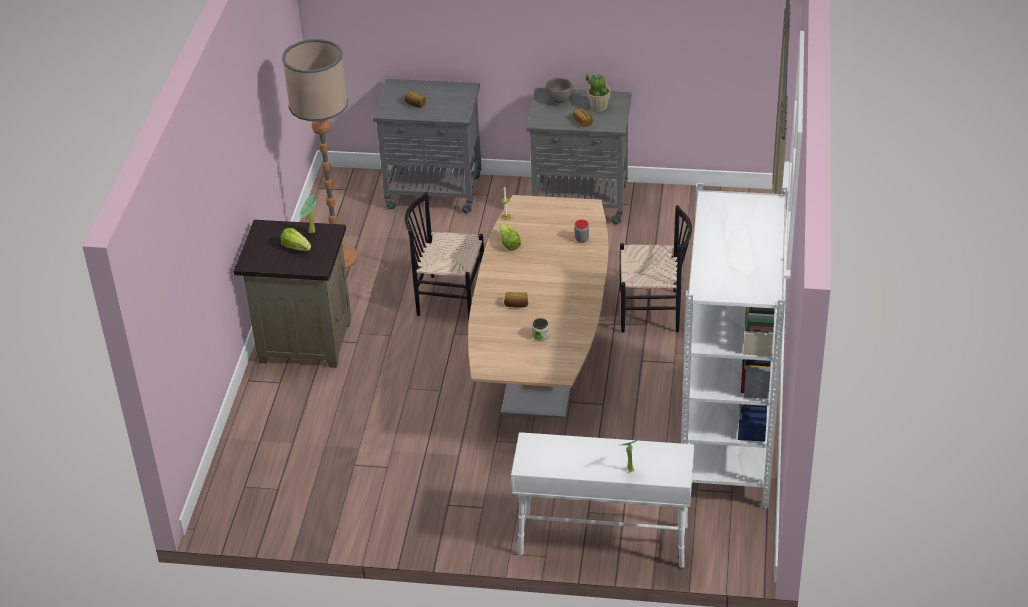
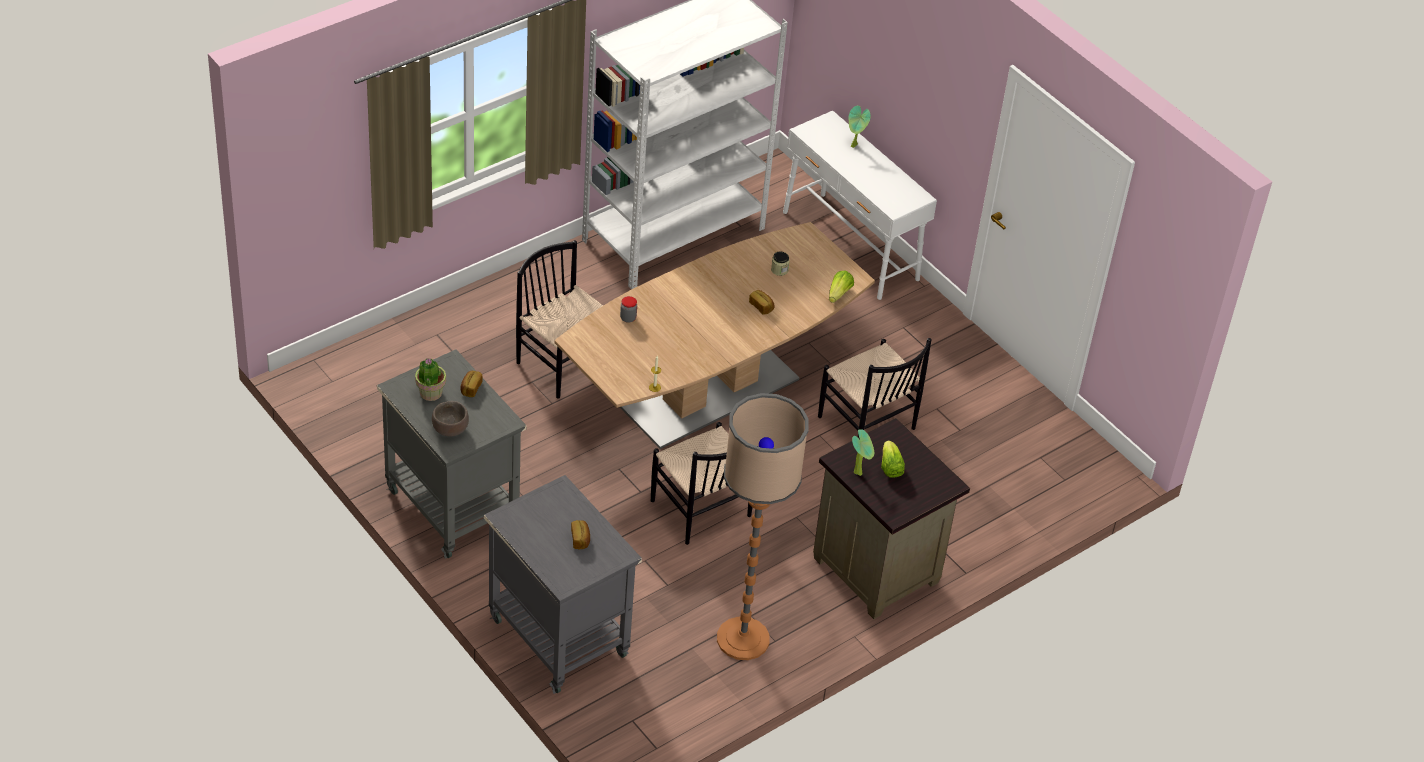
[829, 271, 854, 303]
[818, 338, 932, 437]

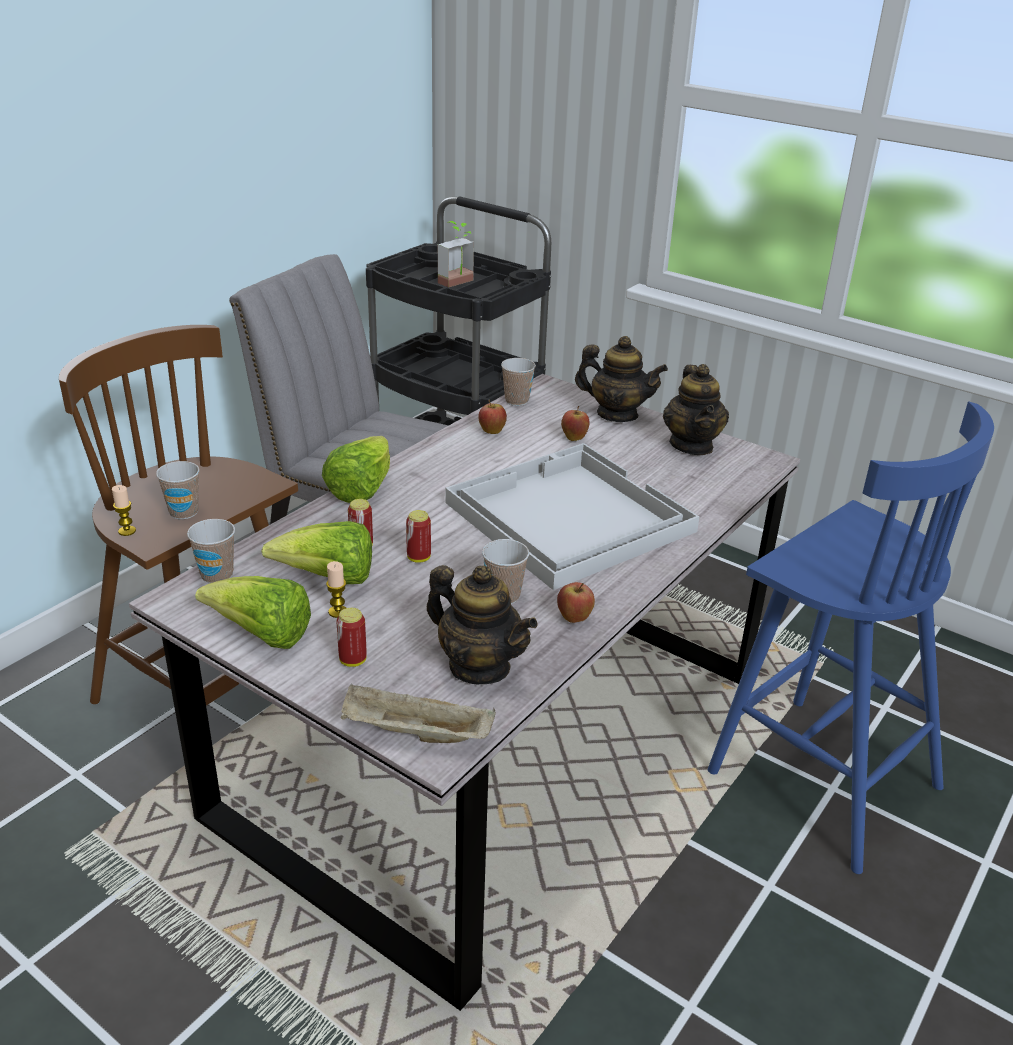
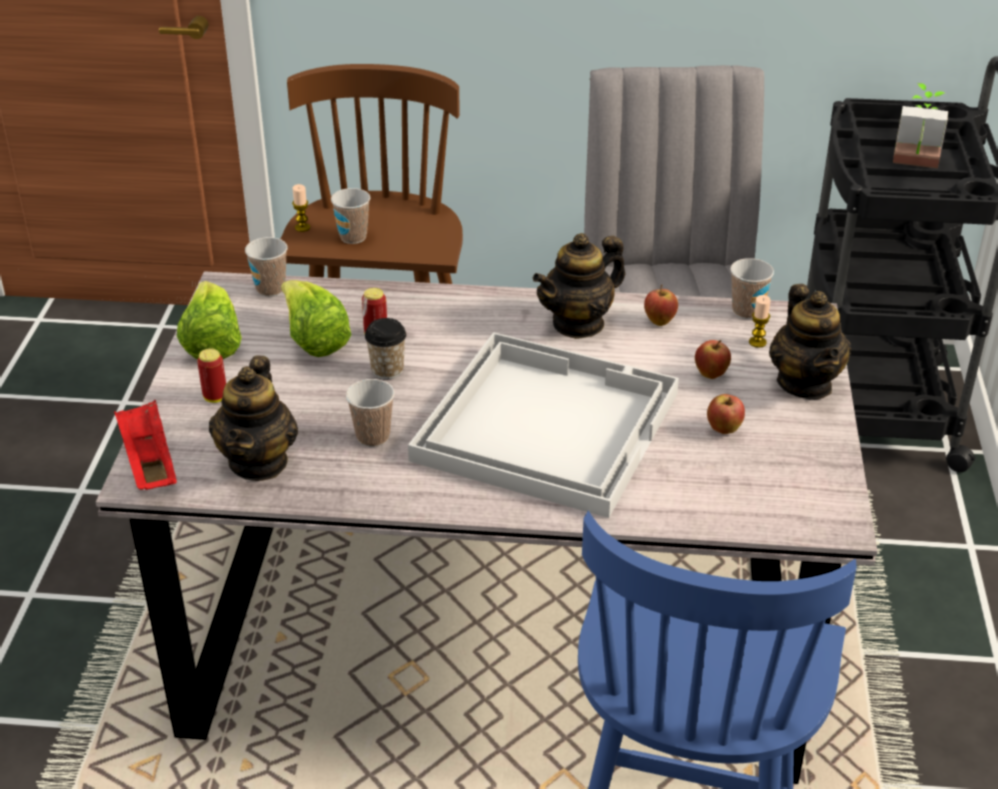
[533, 233, 625, 339]
[322, 436, 390, 503] (first image)
[365, 318, 406, 379]
[749, 295, 771, 348]
[707, 394, 745, 434]
[114, 400, 177, 490]

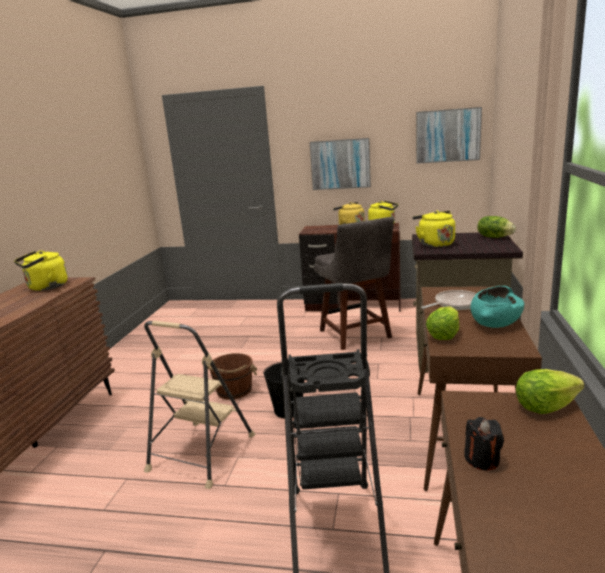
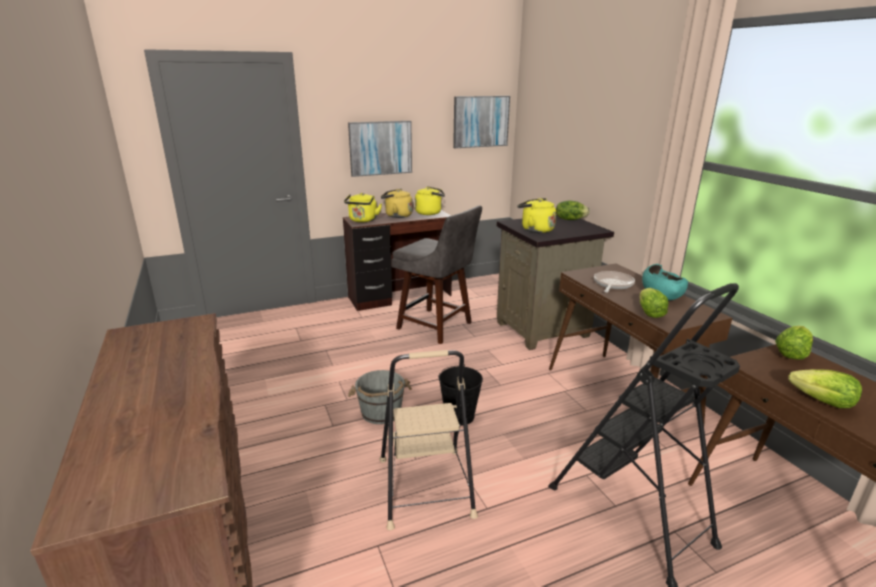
[344, 193, 382, 222]
[348, 370, 412, 424]
[788, 369, 862, 408]

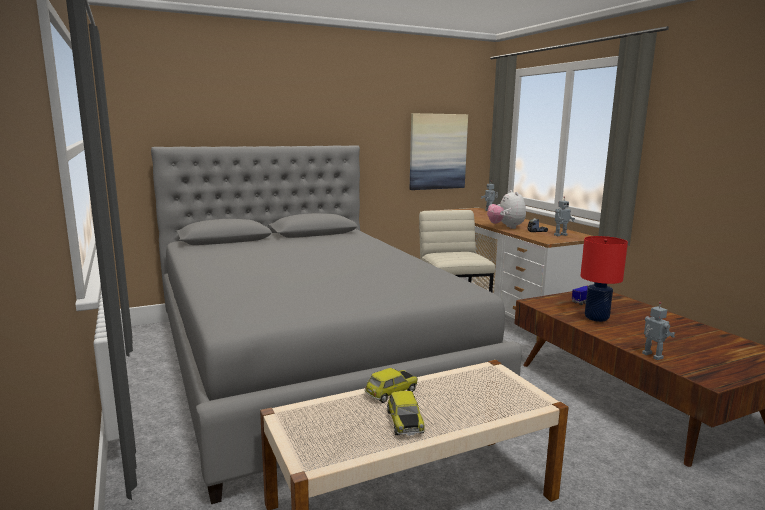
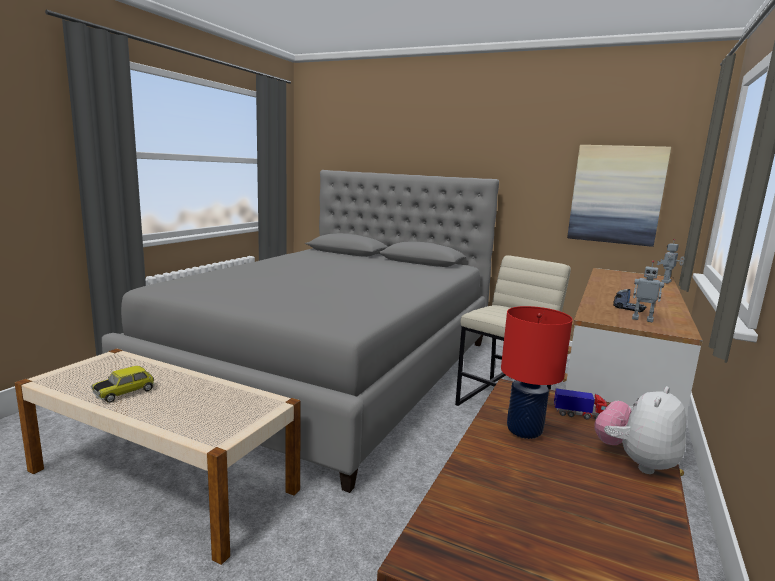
[594, 386, 686, 474]
[642, 302, 675, 360] (first image)
[364, 368, 418, 403] (first image)

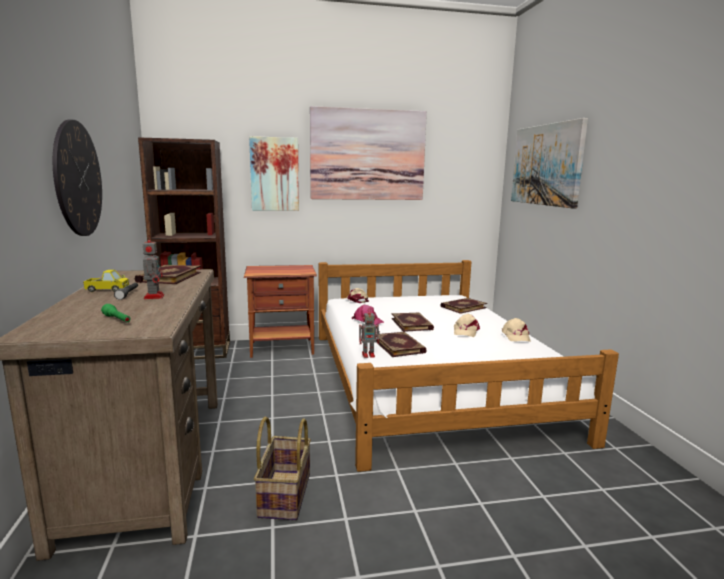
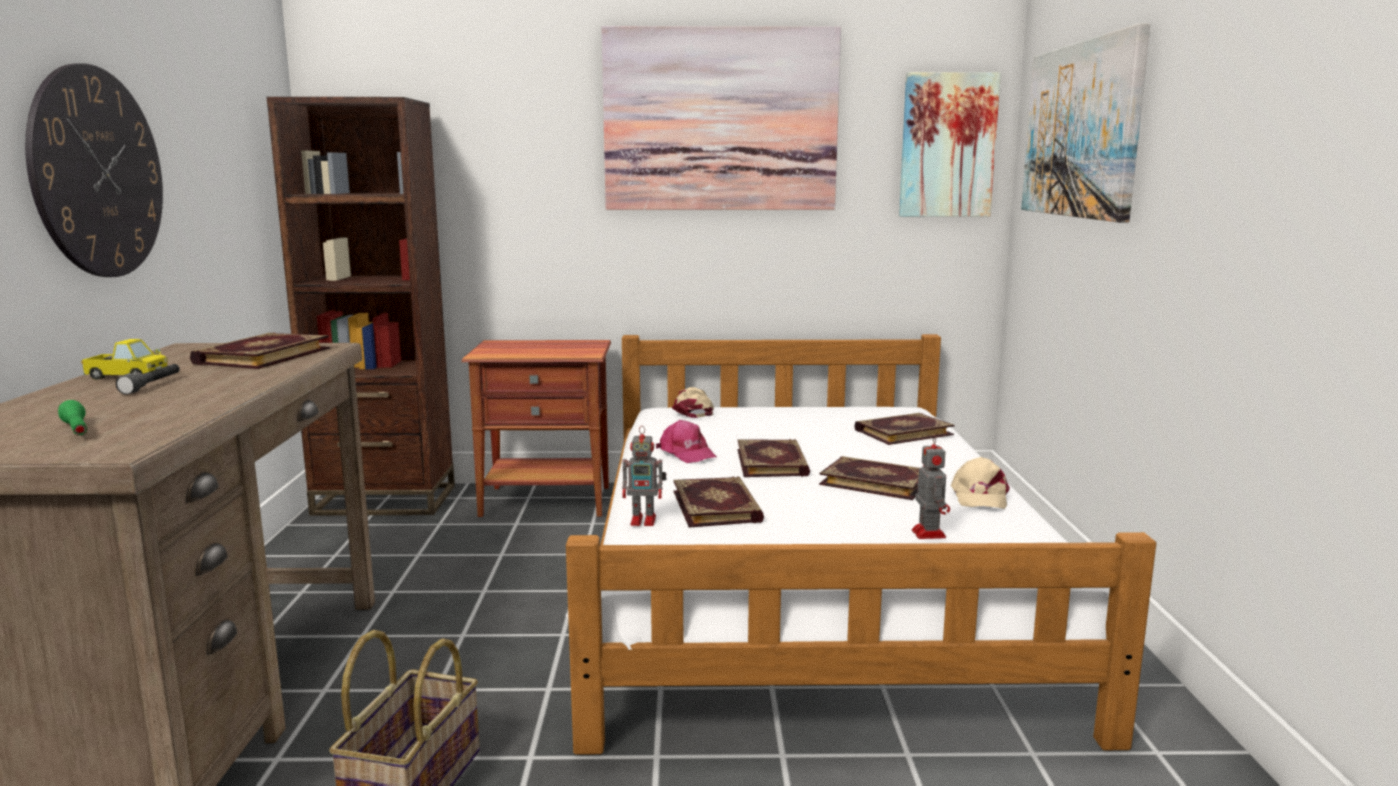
[899, 72, 1001, 217]
[912, 435, 950, 539]
[819, 456, 919, 500]

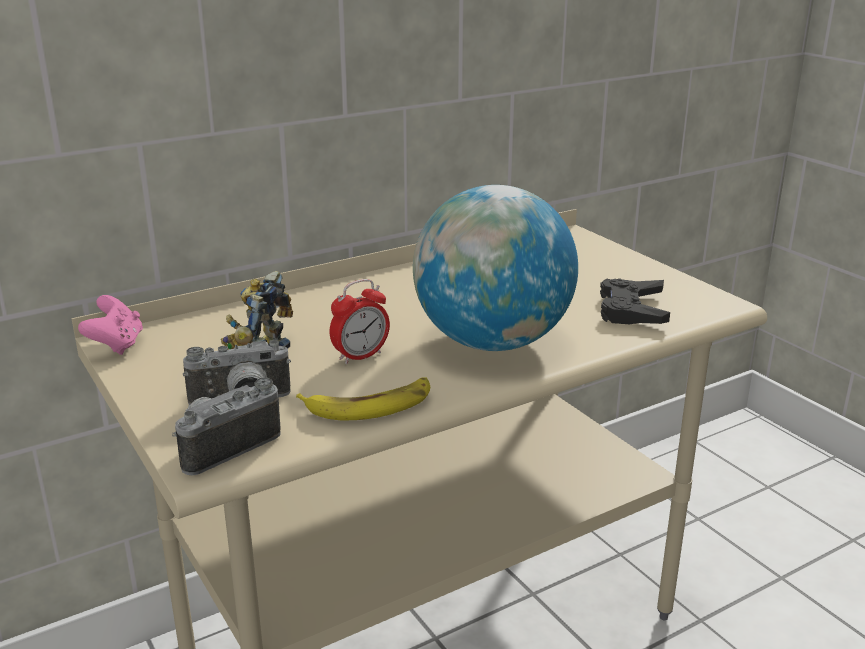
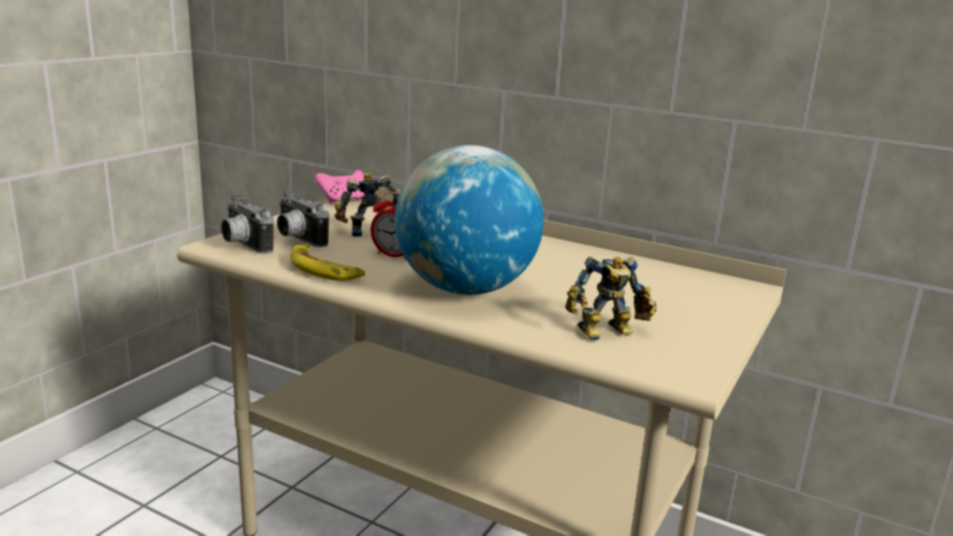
[565, 256, 657, 340]
[221, 195, 274, 254]

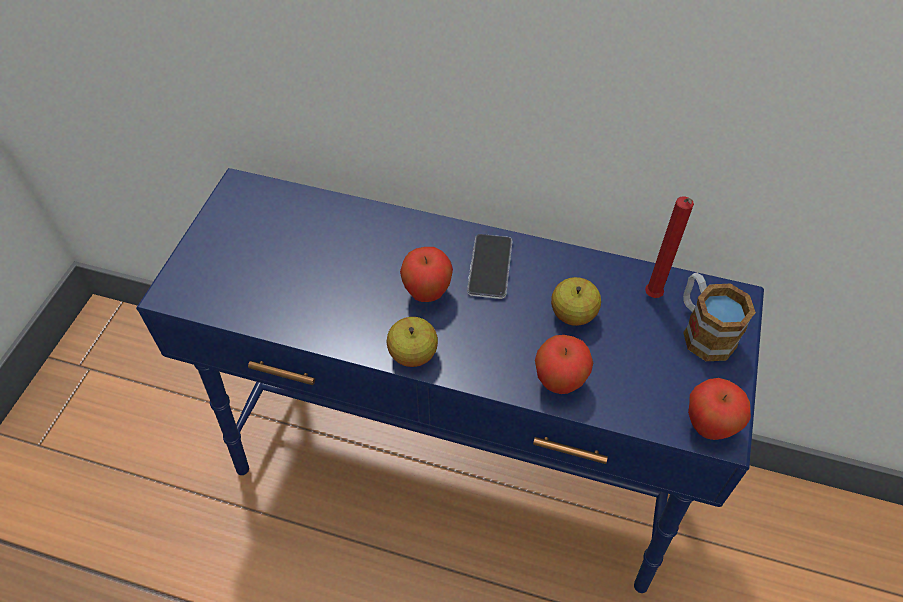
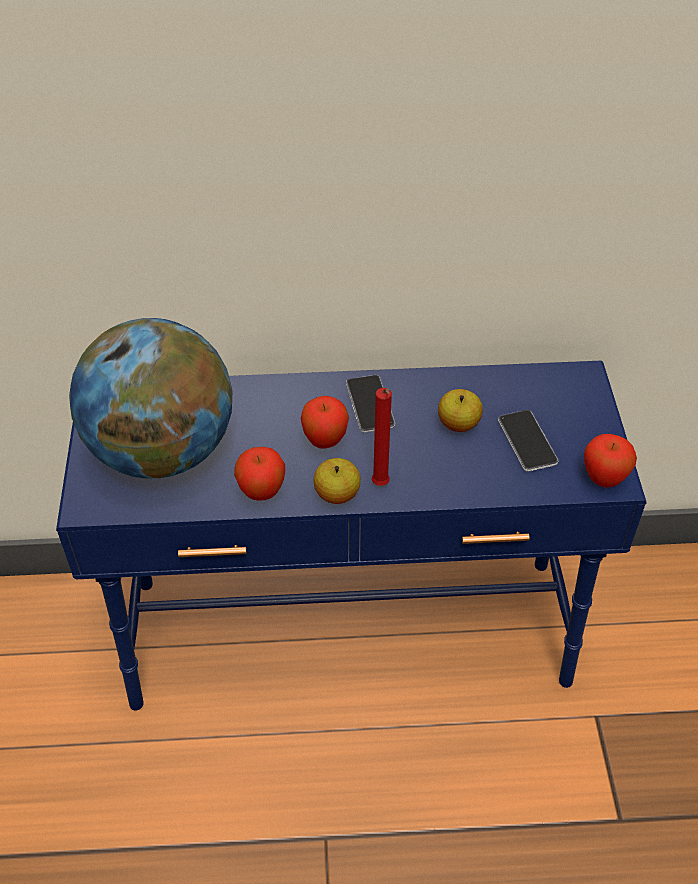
[372, 388, 392, 486]
[683, 273, 756, 361] (first image)
[234, 447, 285, 501]
[69, 318, 232, 478]
[498, 410, 558, 472]

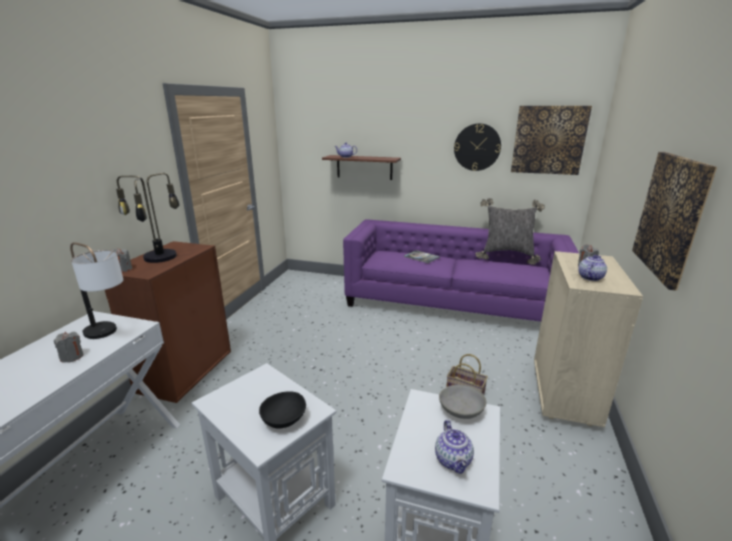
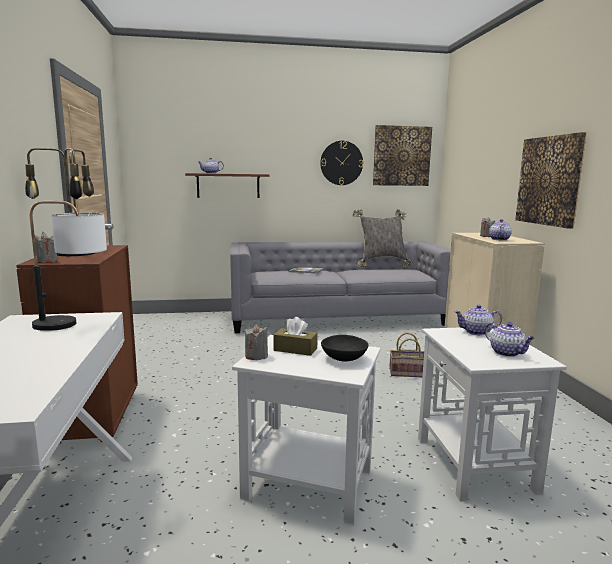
[230, 241, 451, 333]
[245, 324, 268, 360]
[454, 305, 502, 336]
[273, 317, 318, 356]

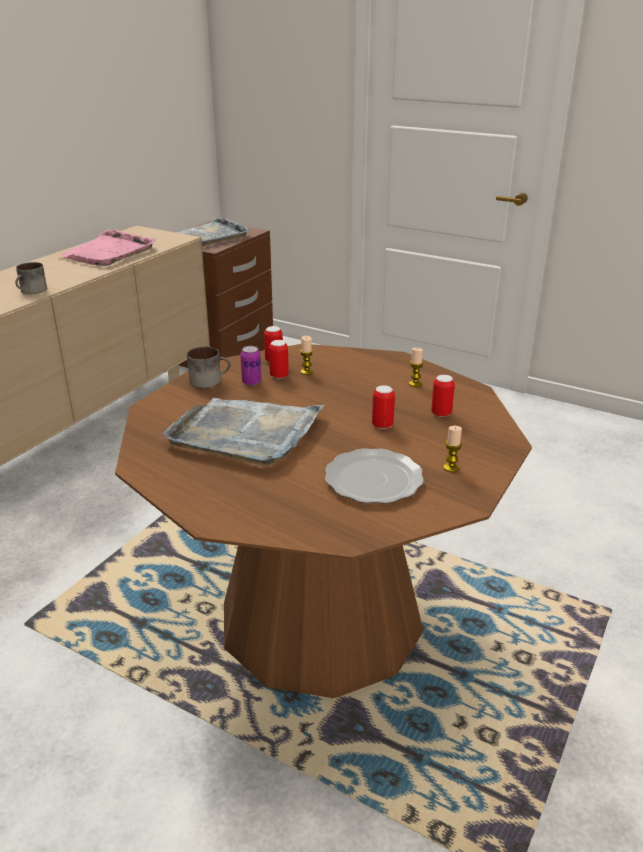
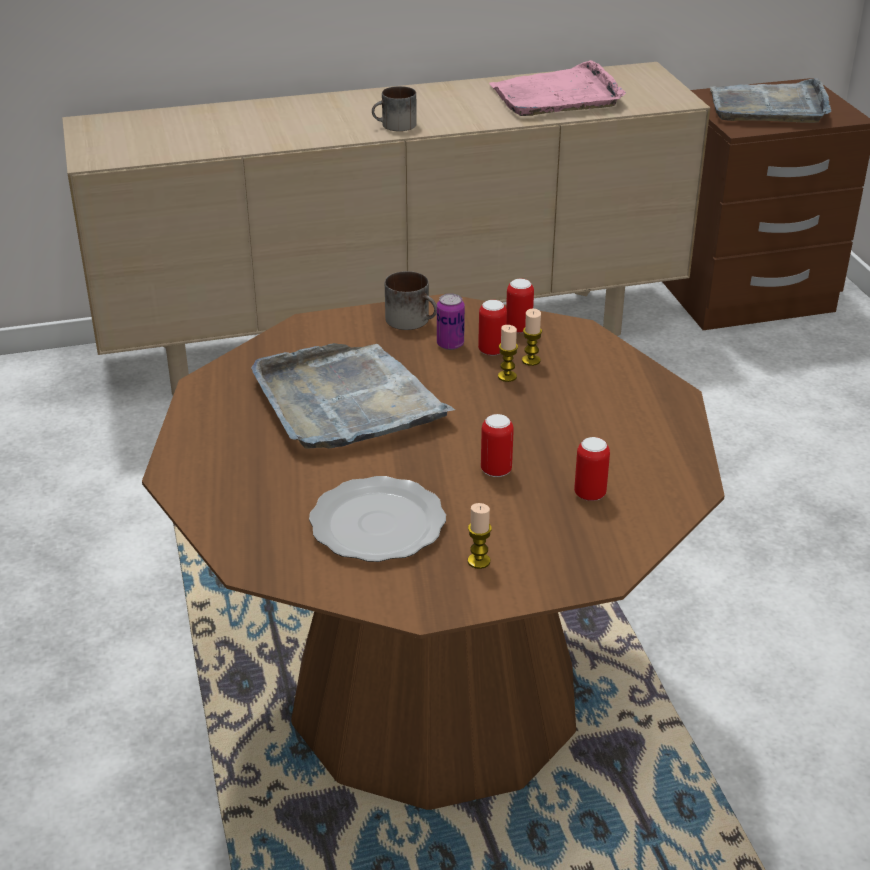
[498, 325, 518, 382]

